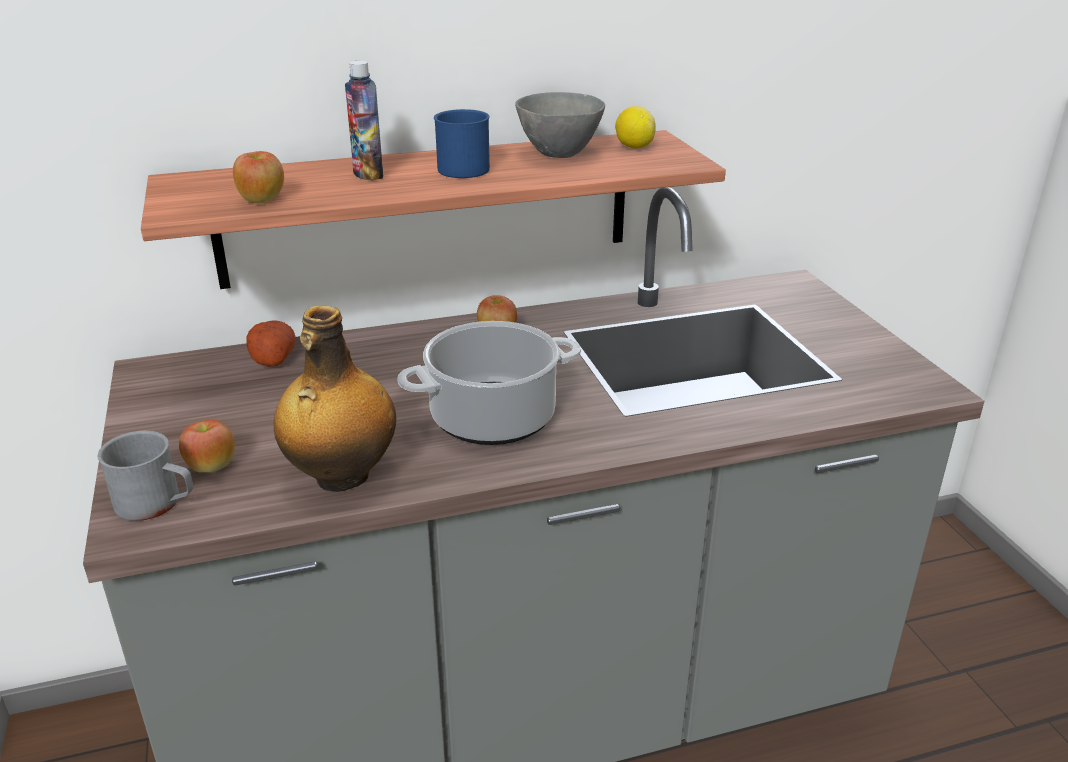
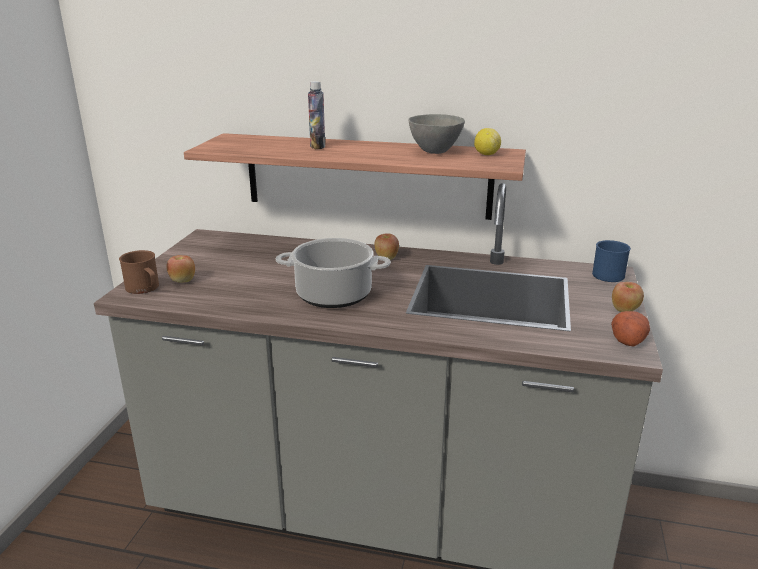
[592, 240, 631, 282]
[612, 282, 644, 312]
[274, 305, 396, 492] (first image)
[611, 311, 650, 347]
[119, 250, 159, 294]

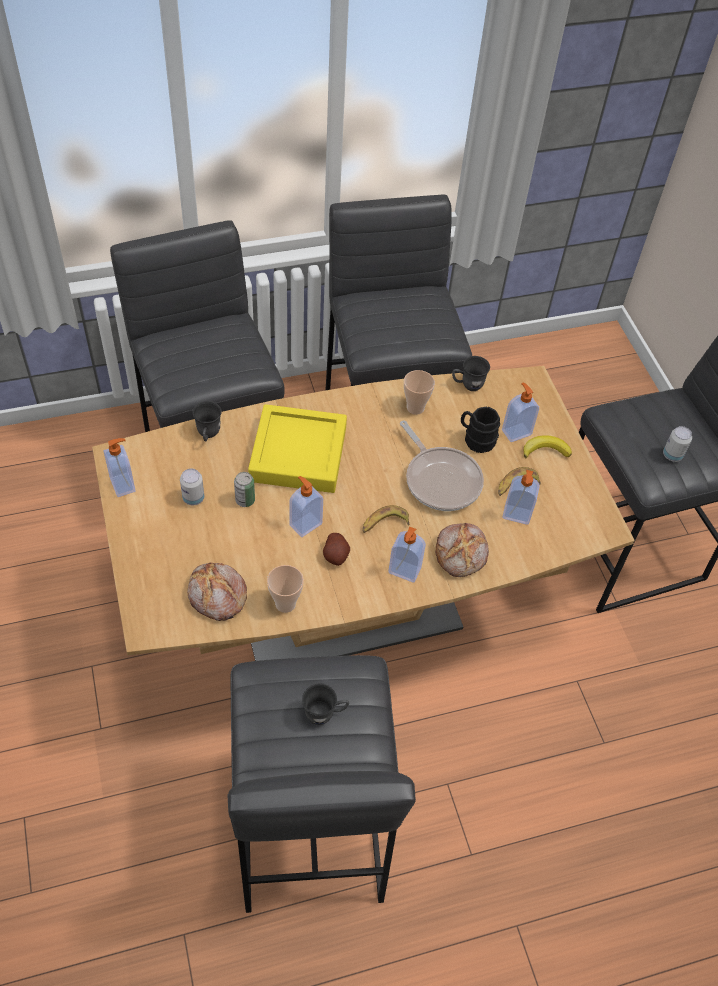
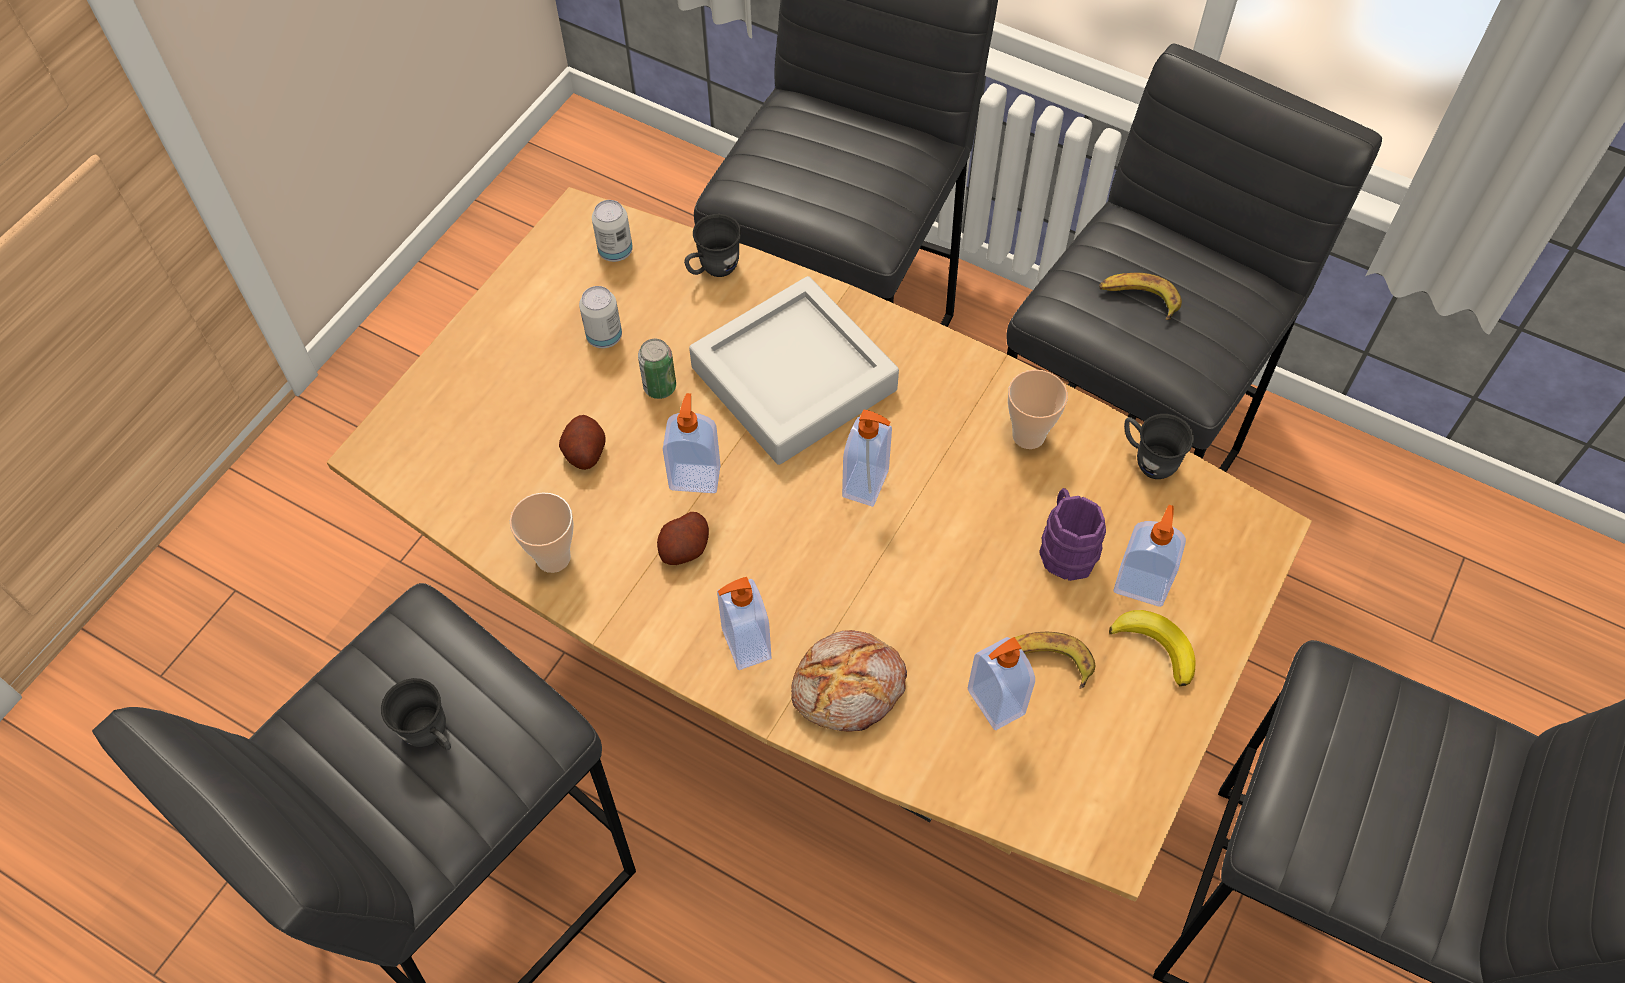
[689, 276, 899, 465]
[1040, 488, 1106, 581]
[400, 421, 484, 511] (first image)
[592, 200, 633, 262]
[842, 409, 892, 507]
[1099, 273, 1182, 320]
[187, 563, 247, 621] (first image)
[559, 415, 606, 470]

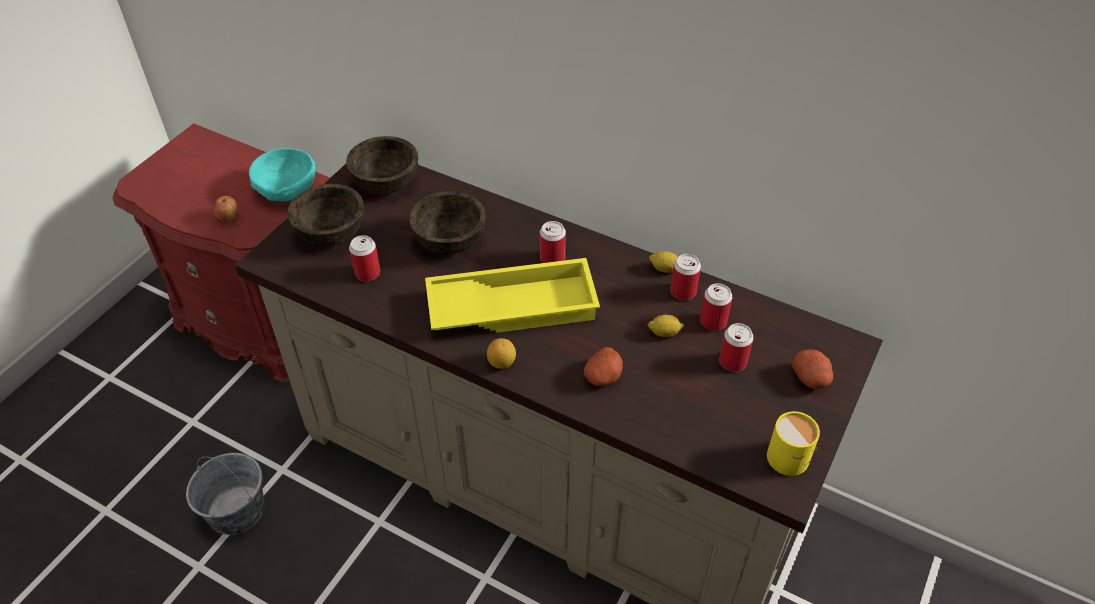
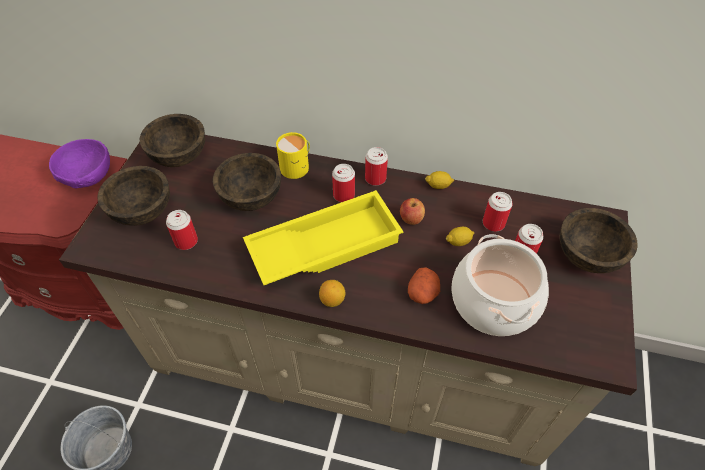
[49, 139, 110, 188]
[400, 198, 425, 225]
[365, 147, 388, 186]
[560, 208, 638, 273]
[276, 132, 310, 179]
[451, 234, 549, 336]

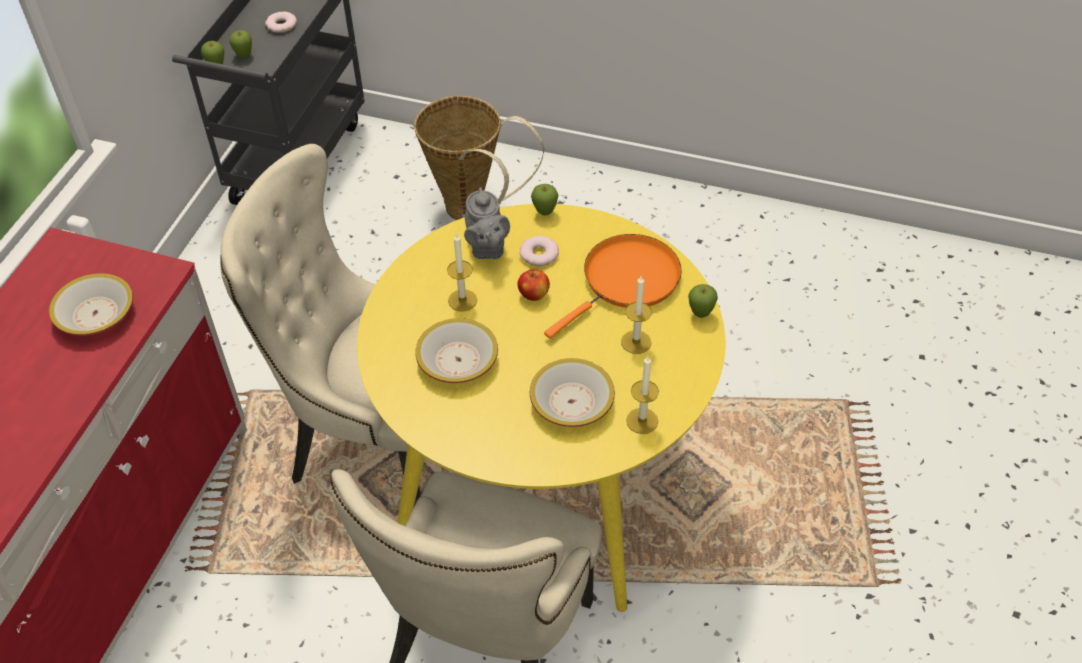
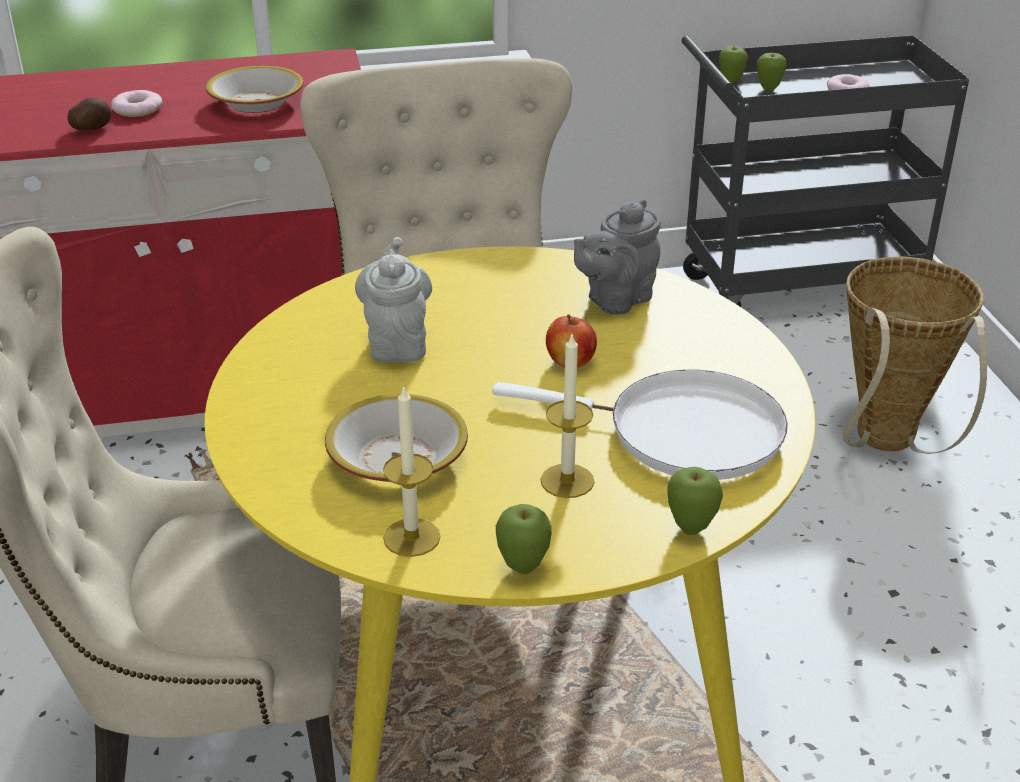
[496, 504, 552, 574]
[447, 233, 477, 312] (first image)
[492, 370, 788, 480]
[111, 90, 163, 117]
[355, 237, 432, 362]
[67, 98, 111, 130]

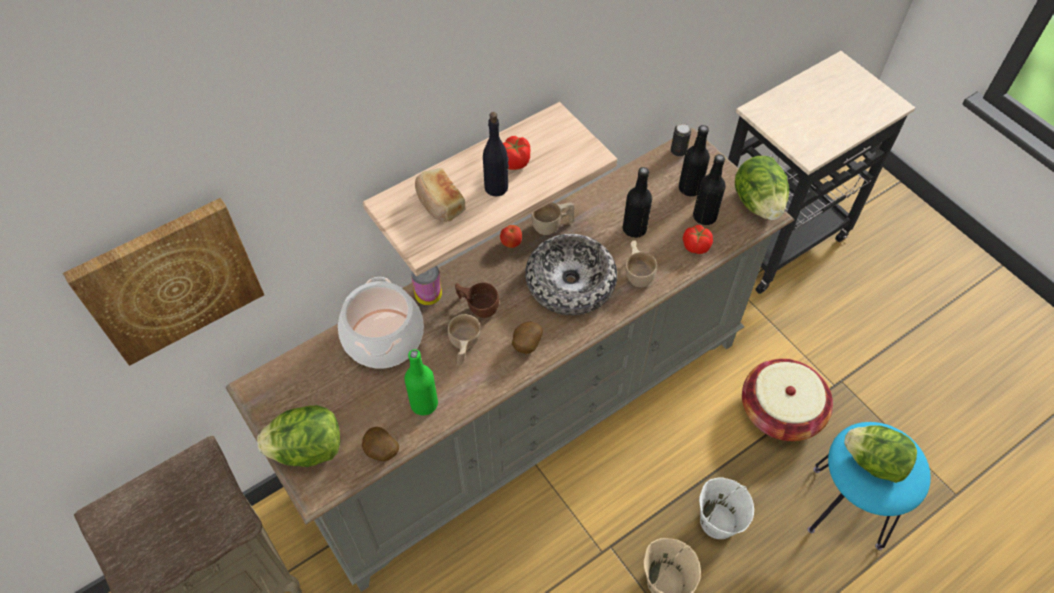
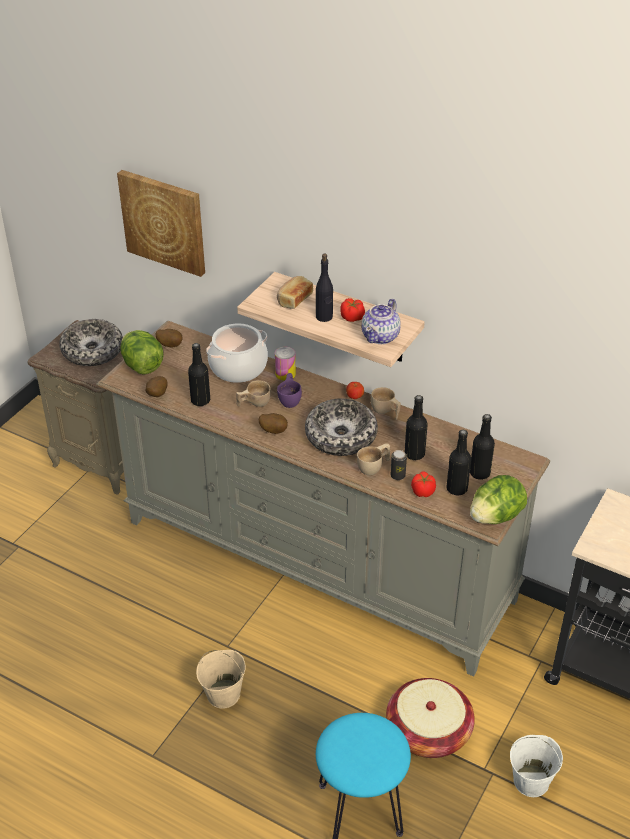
[390, 450, 407, 480]
[277, 373, 302, 408]
[188, 343, 210, 406]
[844, 425, 917, 483] (first image)
[510, 735, 563, 797]
[362, 299, 400, 344]
[59, 319, 123, 366]
[155, 329, 182, 348]

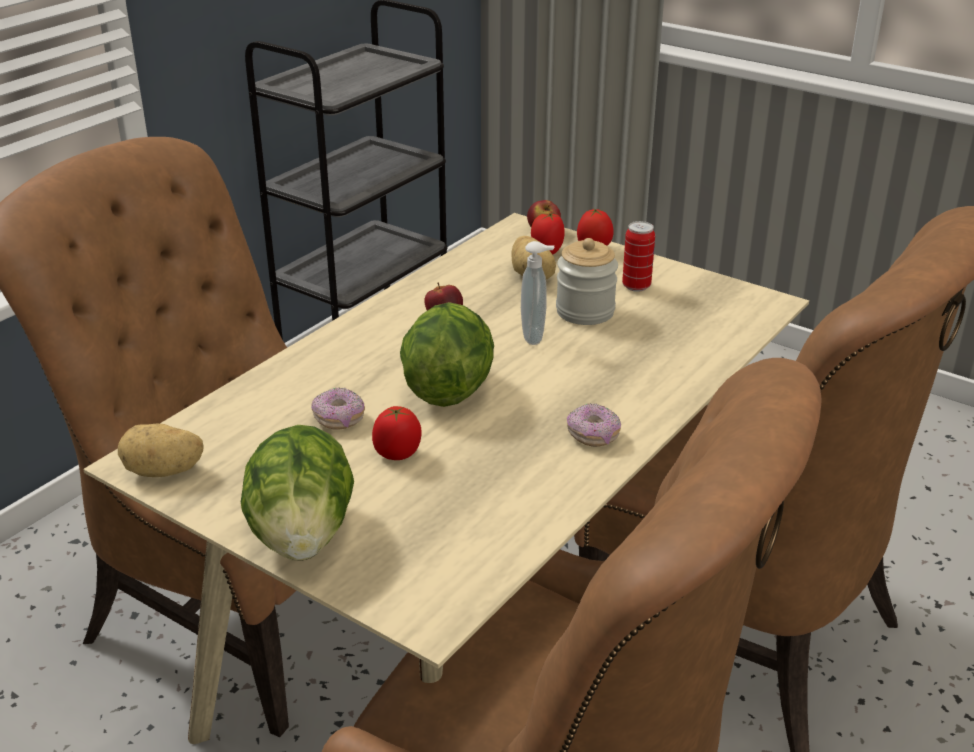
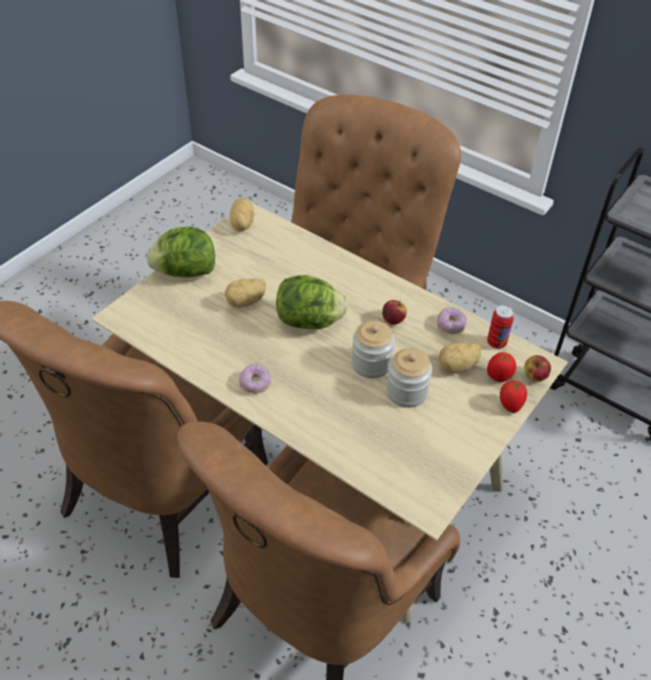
[487, 305, 514, 349]
[352, 320, 395, 378]
[437, 307, 467, 334]
[225, 279, 266, 308]

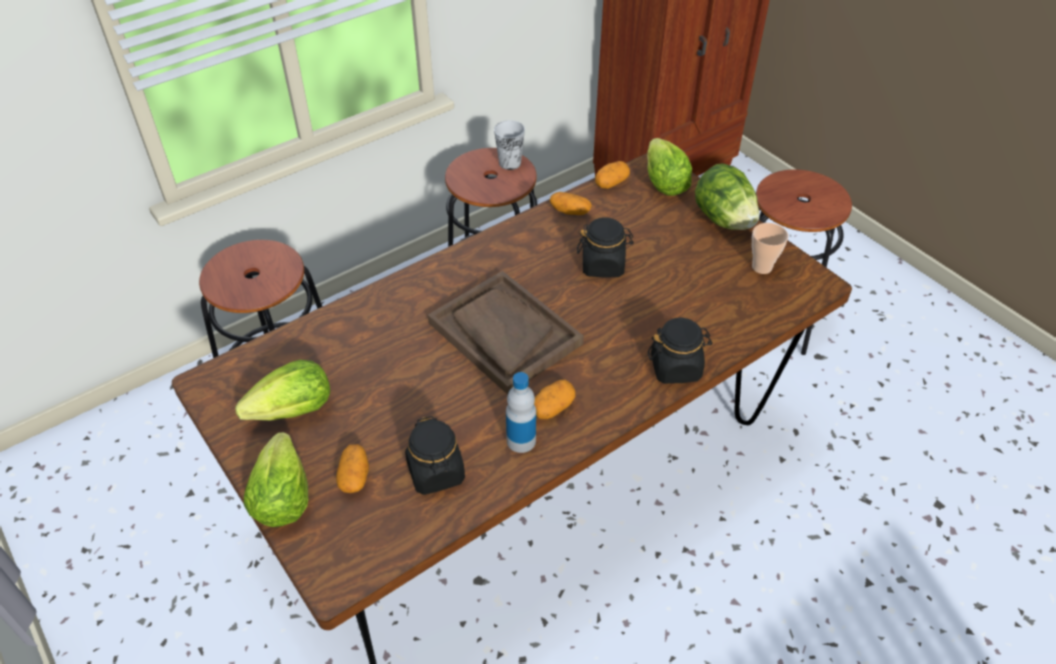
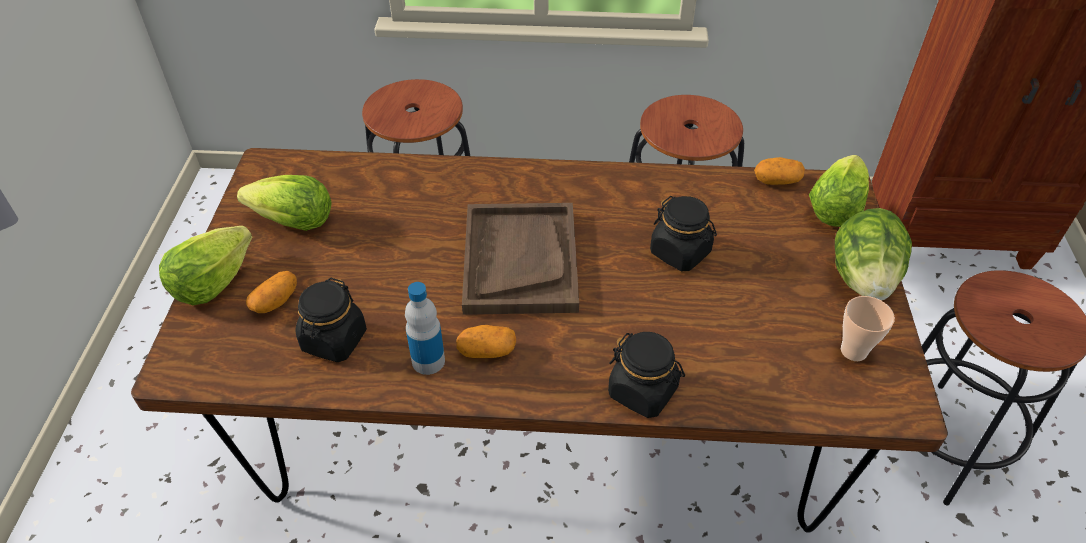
[494, 120, 525, 170] (first image)
[550, 192, 592, 215] (first image)

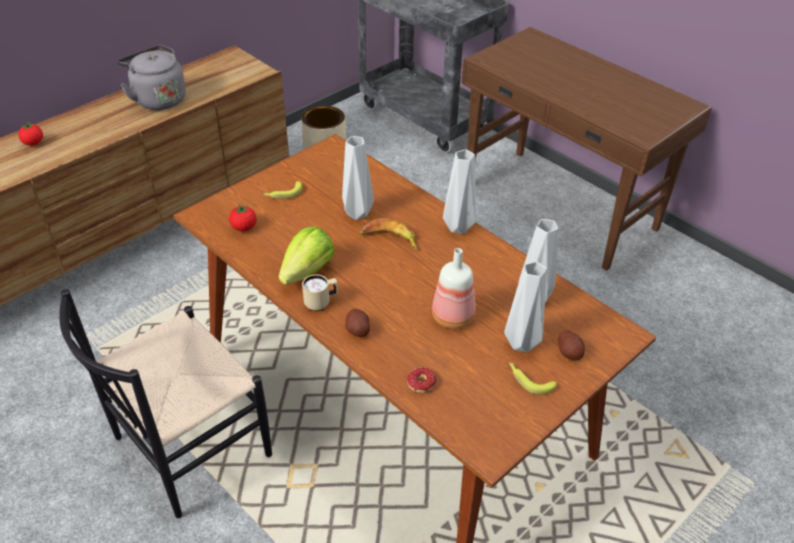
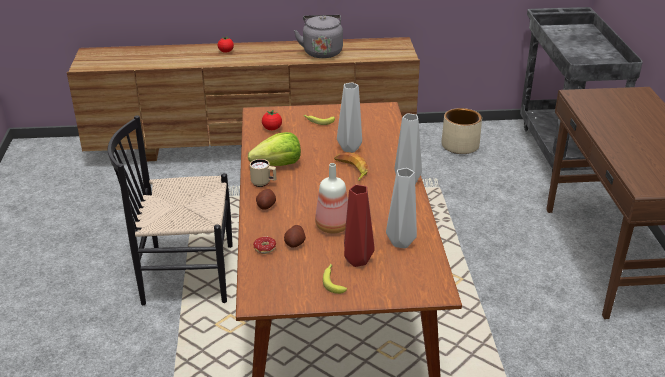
[344, 184, 375, 267]
[284, 225, 306, 248]

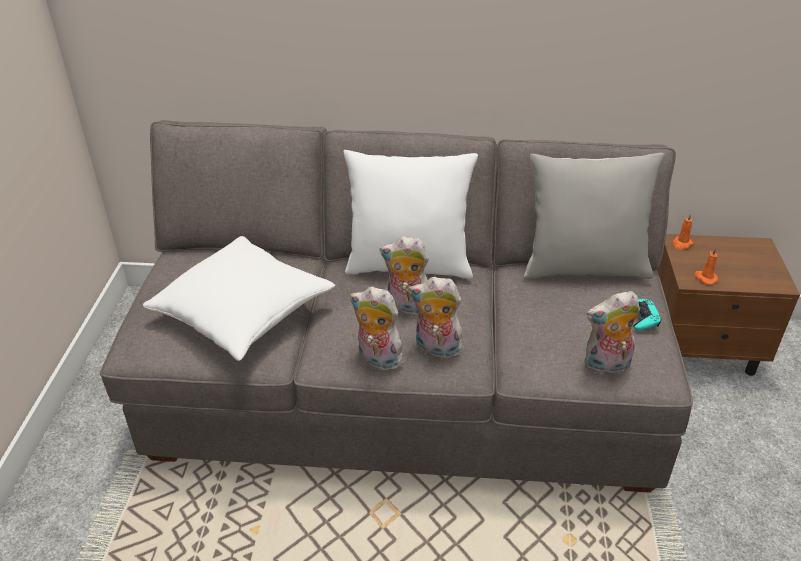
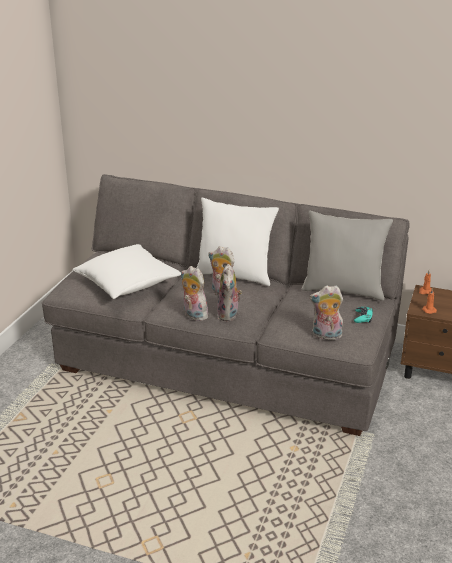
[217, 264, 242, 321]

